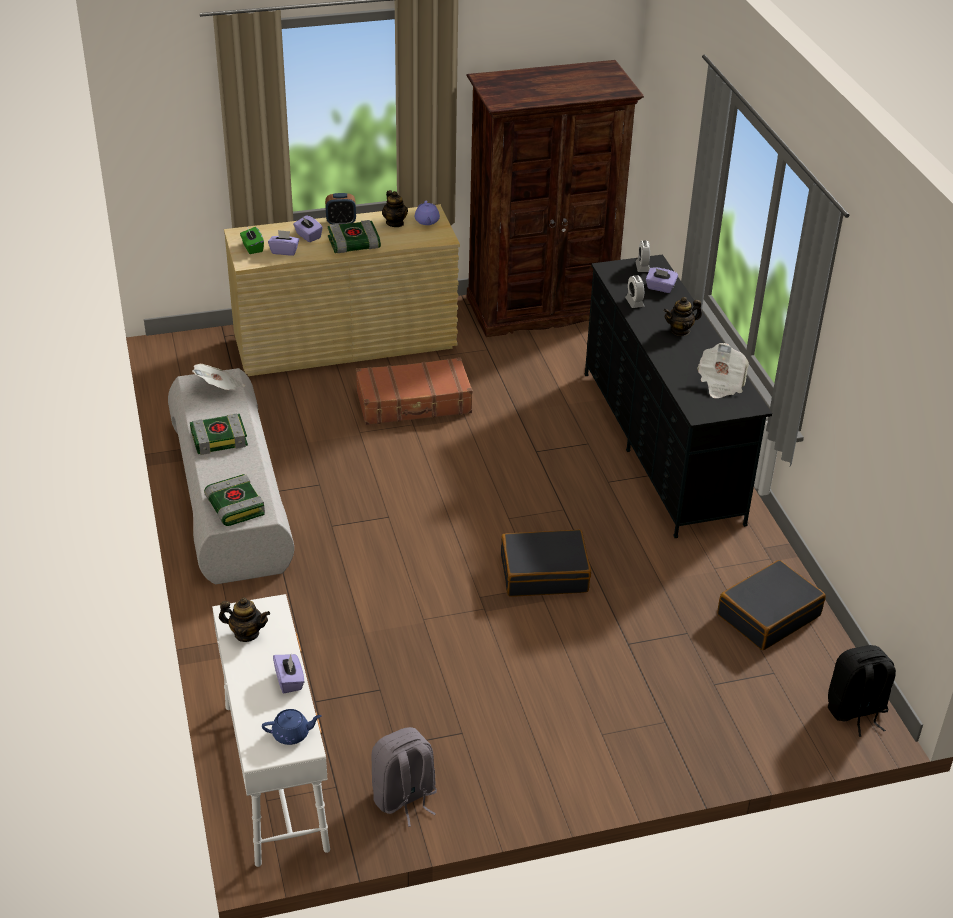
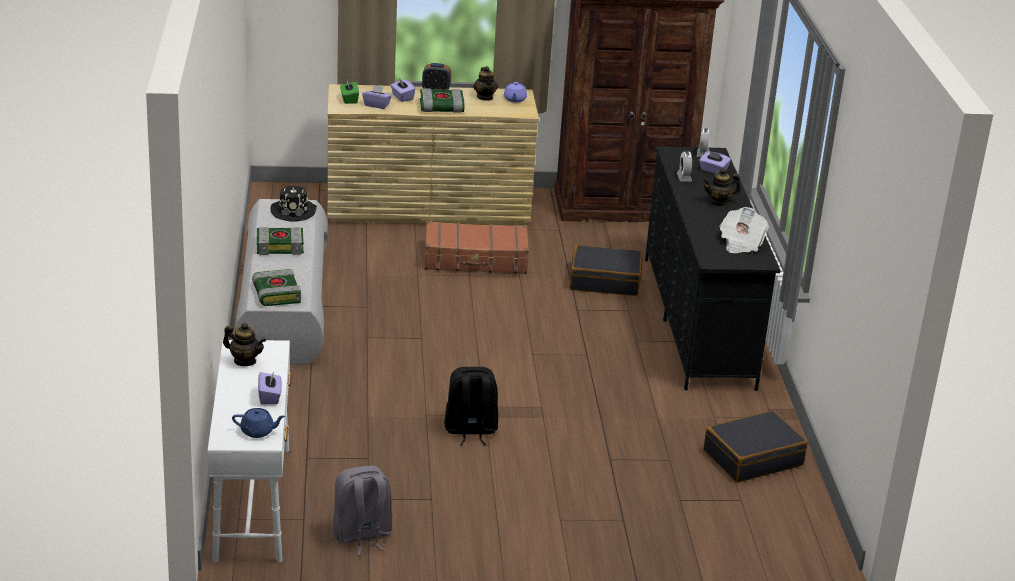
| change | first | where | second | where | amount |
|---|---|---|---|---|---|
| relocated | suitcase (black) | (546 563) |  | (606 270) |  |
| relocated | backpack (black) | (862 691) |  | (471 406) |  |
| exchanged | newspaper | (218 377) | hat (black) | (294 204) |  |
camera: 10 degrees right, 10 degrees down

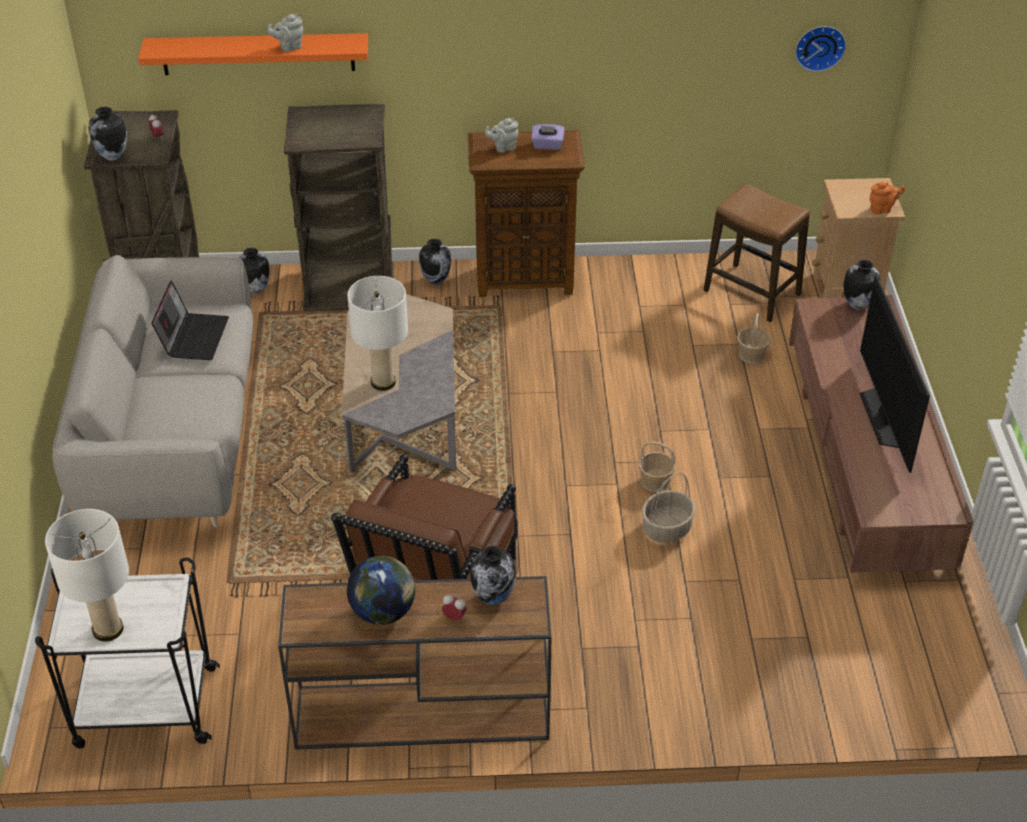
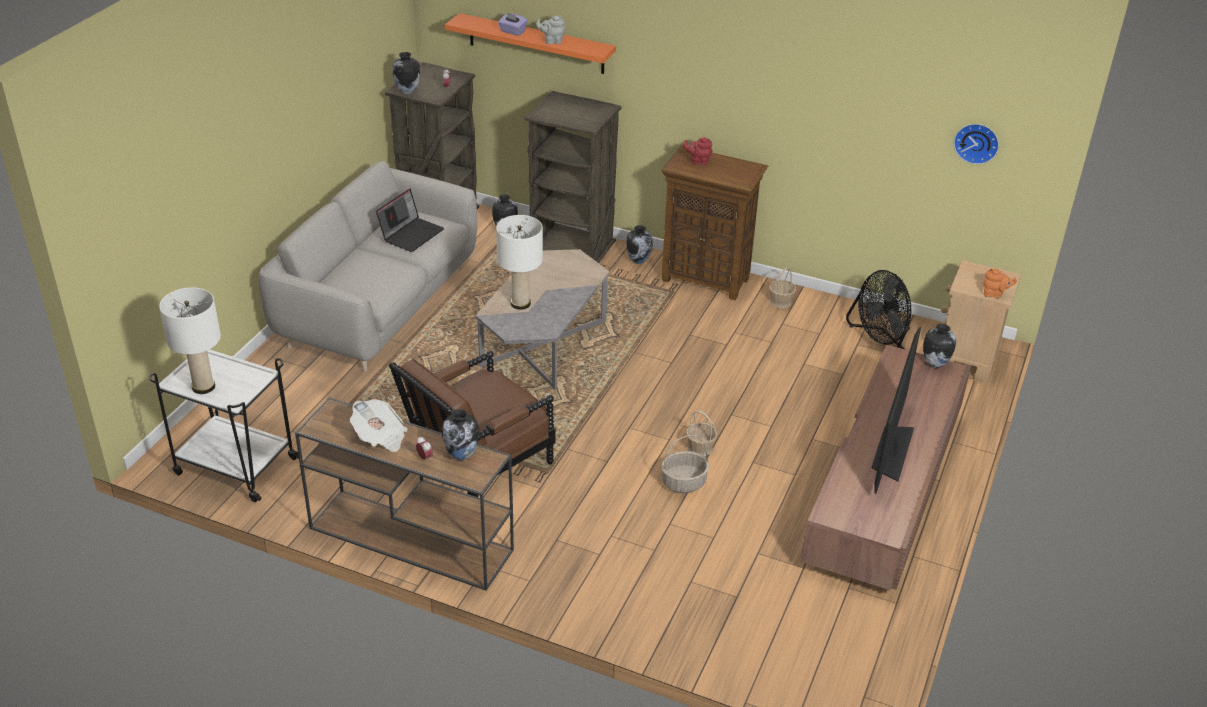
| change | first | where | second | where | amount |
|---|---|---|---|---|---|
| relocated | tissue box (purple) | (548 137) |  | (513 24) |  |
| relocated | basket | (754 338) |  | (782 287) |  |
| exchanged | globe | (381 590) | newspaper | (378 425) |  |
| exchanged | stool | (757 252) | fan (black) | (878 309) |  |
| colour | teapot (grey) | (501 135) | teapot (red) | (697 151) |  |
camera: 25 degrees right, 5 degrees down

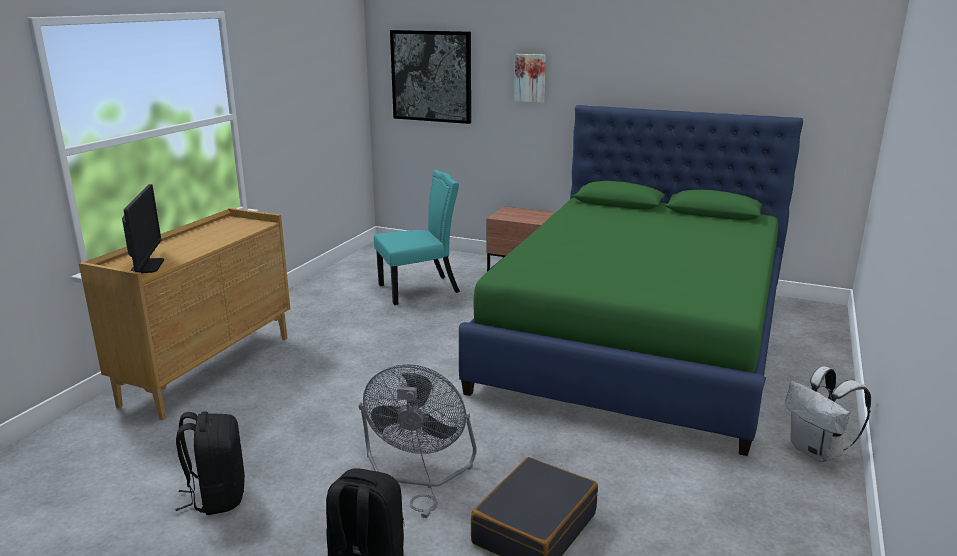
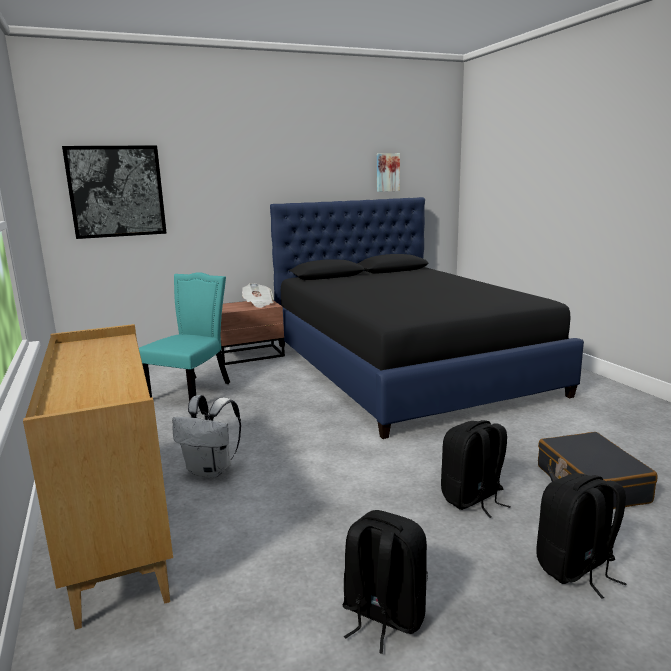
| change | first | where | second | where | amount |
|---|---|---|---|---|---|
| missing | monitor | (143 228) |  |  |  |
| appeared |  |  | newspaper | (258 295) |  |
| relocated | picture | (530 78) |  | (388 172) |  |
| relocated | backpack (white) | (828 414) |  | (206 436) |  |
| exchanged | fan (grey) | (418 441) | backpack (black) | (476 469) |  |
| colour | bed (green) | (631 280) | bed (black) | (427 318) |  |
camera: 45 degrees left, 5 degrees down

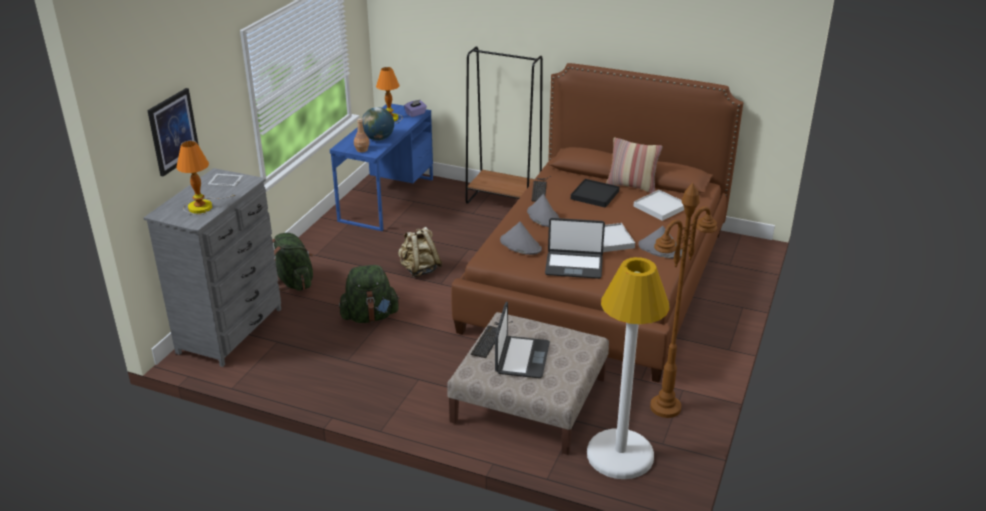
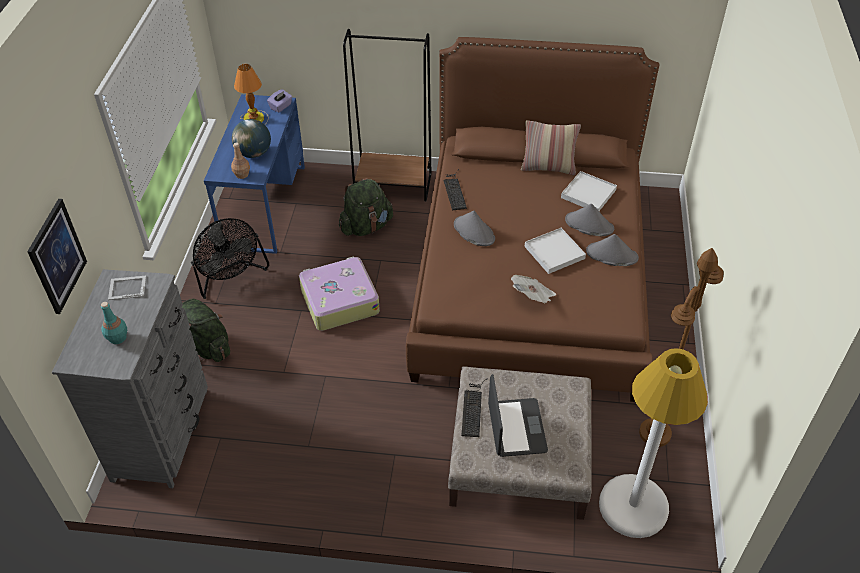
| change | first | where | second | where | amount |
|---|---|---|---|---|---|
| missing | tray (black) | (595 193) |  |  |  |
| appeared |  |  | fan (black) | (230 258) |  |
| relocated | backpack (green) | (369 294) |  | (366 207) |  |
| relocated | hat (grey) | (521 238) |  | (589 220) |  |
| exchanged | table lamp | (206 178) | bottle (turquoise) | (114 323) |  |
| exchanged | backpack (beige) | (420 252) | suitcase | (339 294) |  |
| exchanged | laptop | (575 248) | newspaper | (533 289) |  |
camera: 15 degrees left, 15 degrees up

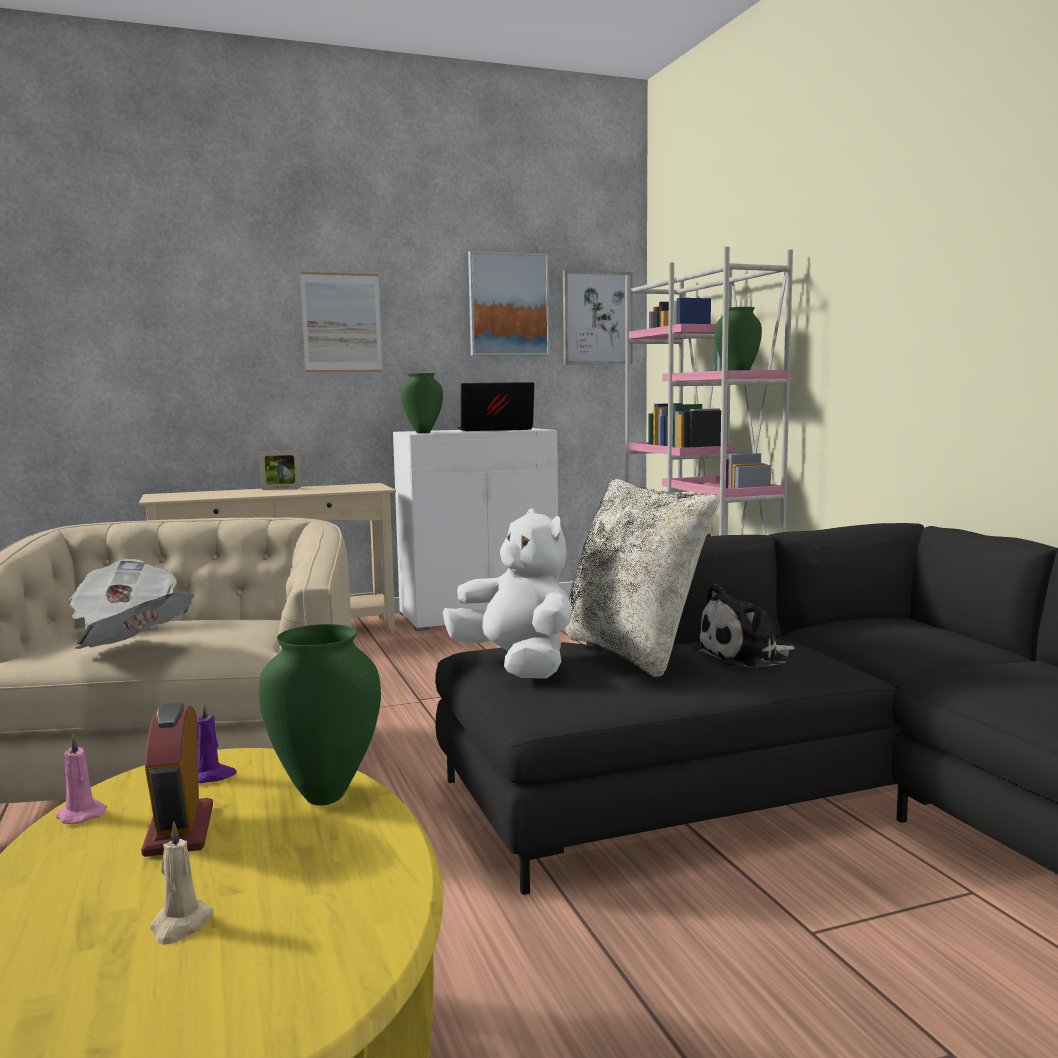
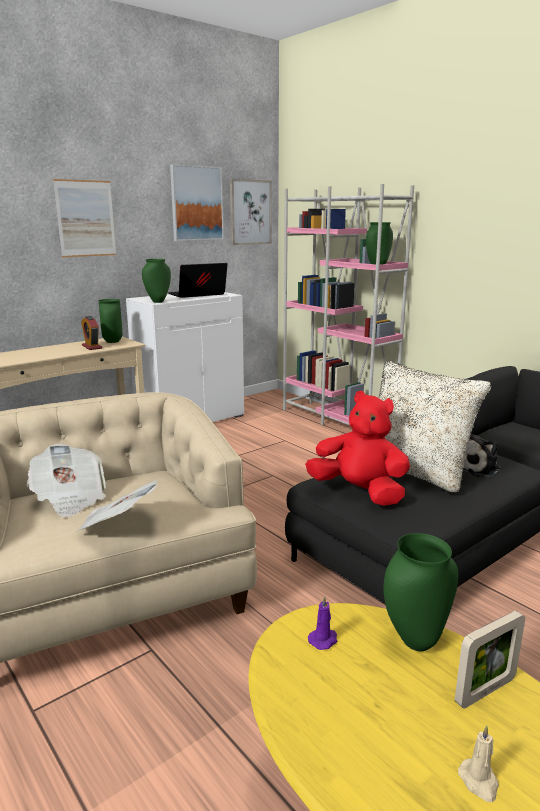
| change | first | where | second | where | amount |
|---|---|---|---|---|---|
| missing | candle (pink) | (81 779) |  |  |  |
| appeared |  |  | vase (green) | (111 321) |  |
| relocated | alarm clock | (177 779) |  | (91 333) |  |
| relocated | picture frame | (280 469) |  | (490 659) |  |
| colour | plush toy (white) | (507 593) | plush toy (red) | (357 448) |  |
camera: 20 degrees left, 10 degrees up

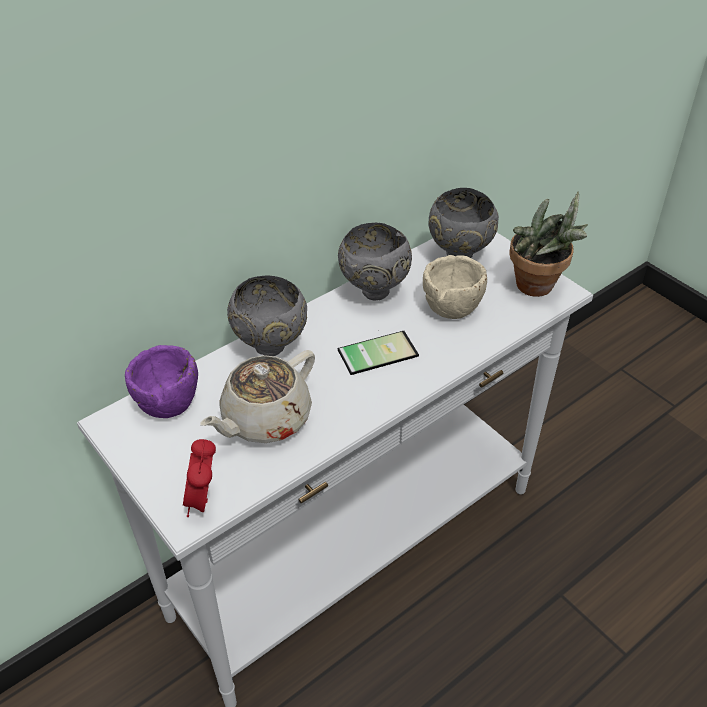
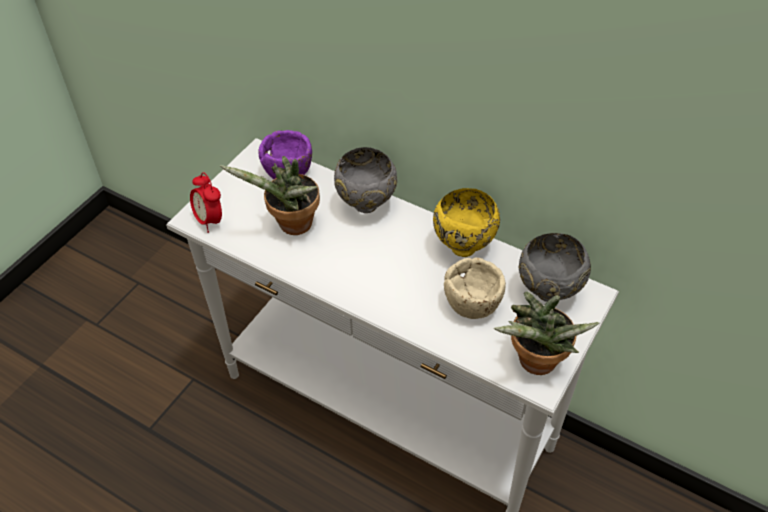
| change | first | where | second | where | amount |
|---|---|---|---|---|---|
| missing | phone | (378 353) |  |  |  |
| exchanged | teapot (beige) | (258 396) | potted plant | (270 195) |  |
| colour | bowl (grey) | (375 262) | bowl (yellow) | (466 222) |  |
| spun | alarm clock | (199 478) |  | (206 202) | 105 degrees counterclockwise |
camera: 70 degrees right, 5 degrees up

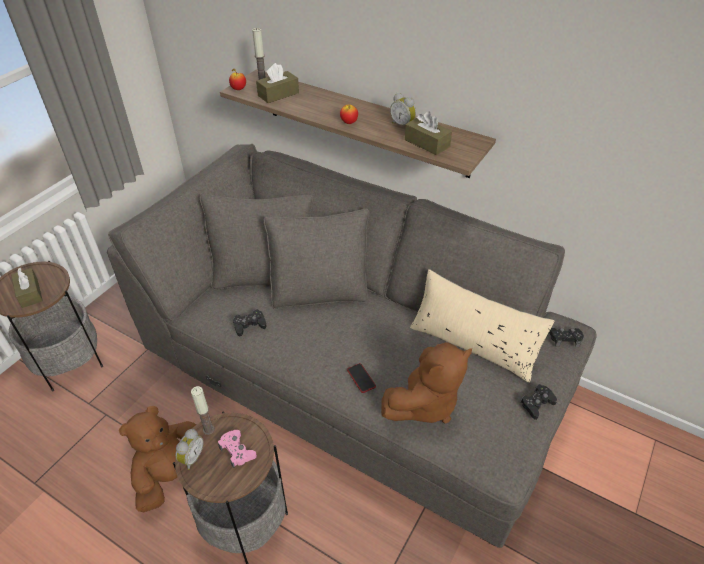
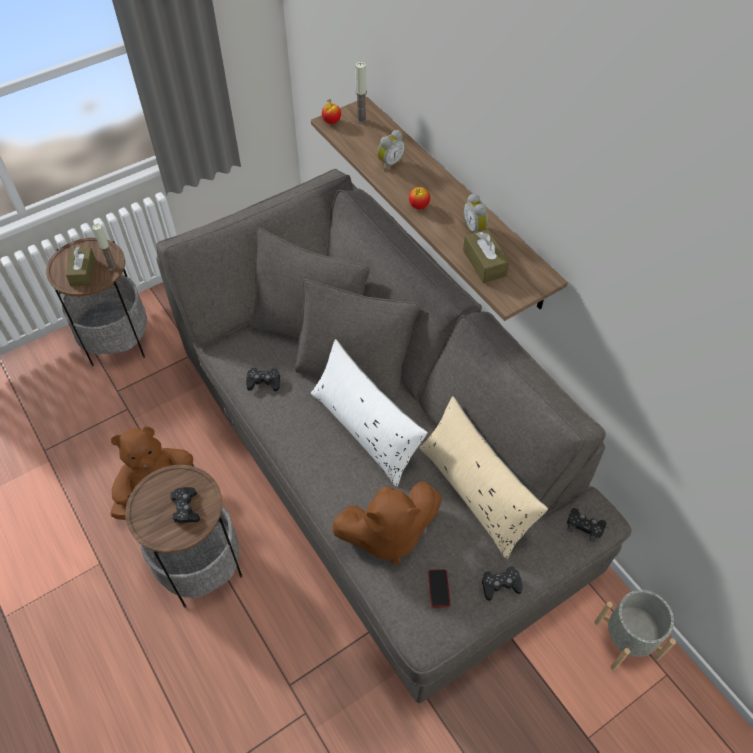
| change | first | where | second | where | amount |
|---|---|---|---|---|---|
| missing | tissue box (brown) | (277 83) |  |  |  |
| appeared |  |  | pillow (white) | (369 413) |  |
| appeared |  |  | planter (grey) | (635 630) |  |
| relocated | alarm clock | (190 449) |  | (391 150) |  |
| relocated | candle | (203 410) |  | (104 247) |  |
| relocated | phone | (361 378) |  | (439 588) |  |
| colour | game controller (pink) | (237 449) | game controller (black) | (185 505) |  |
camera: 25 degrees right, 10 degrees up

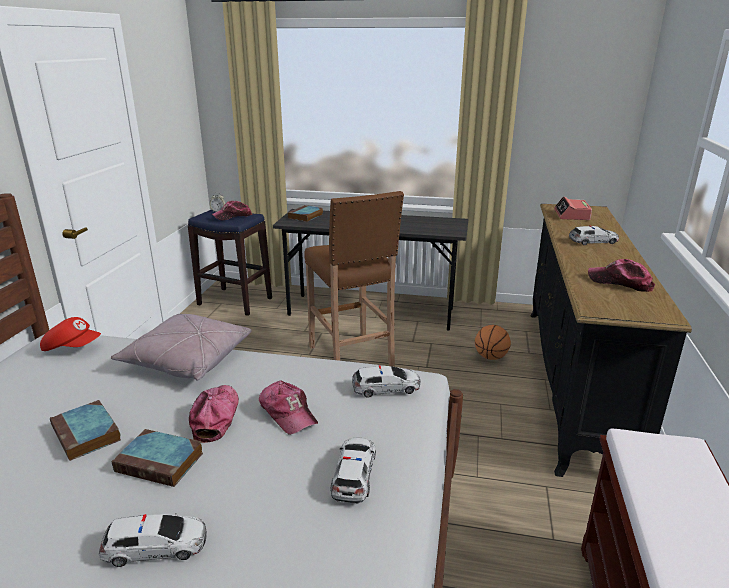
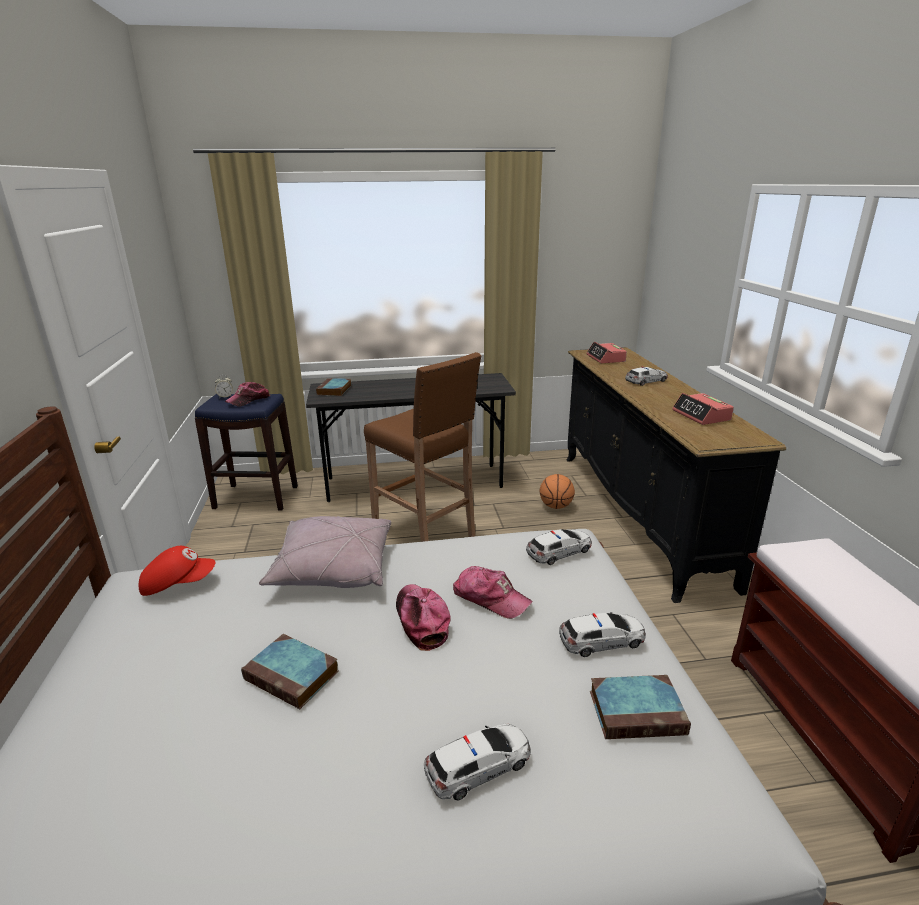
| change | first | where | second | where | amount |
|---|---|---|---|---|---|
| relocated | book | (157 458) |  | (640 707) |  |
| exchanged | cap | (621 275) | alarm clock | (703 409) |  |
| spun | toy car | (353 470) |  | (602 634) | 90 degrees clockwise |
camera: 20 degrees left, 0 degrees up

